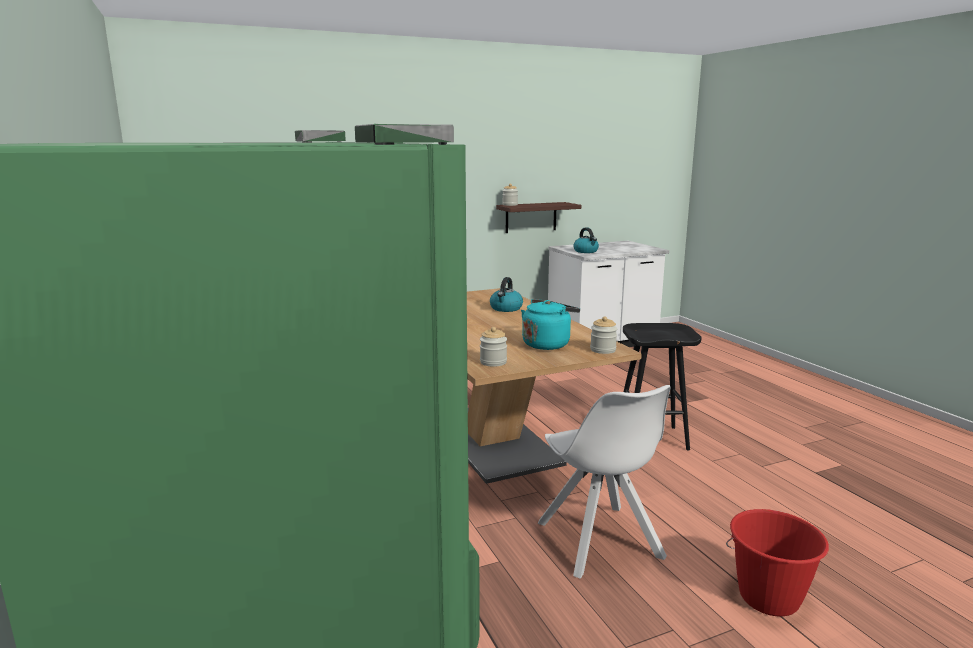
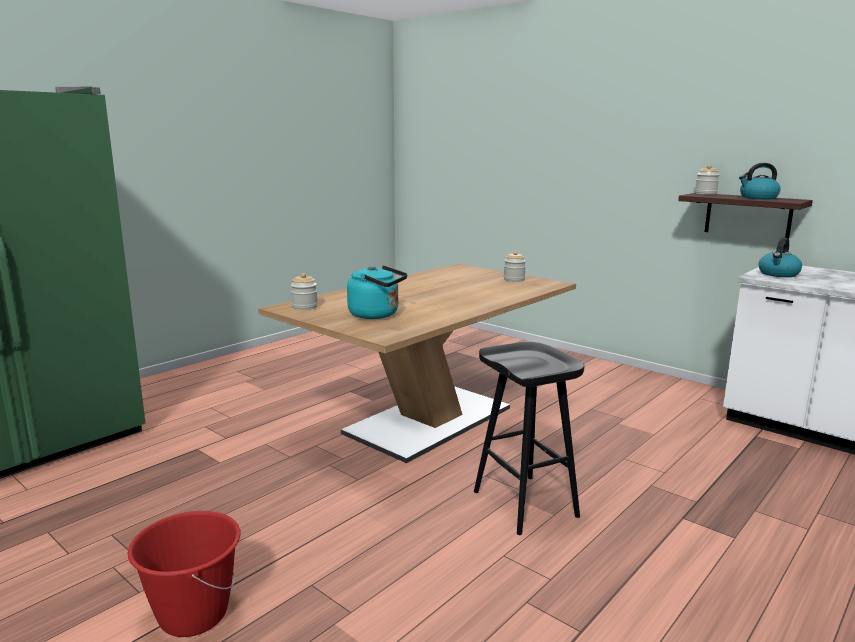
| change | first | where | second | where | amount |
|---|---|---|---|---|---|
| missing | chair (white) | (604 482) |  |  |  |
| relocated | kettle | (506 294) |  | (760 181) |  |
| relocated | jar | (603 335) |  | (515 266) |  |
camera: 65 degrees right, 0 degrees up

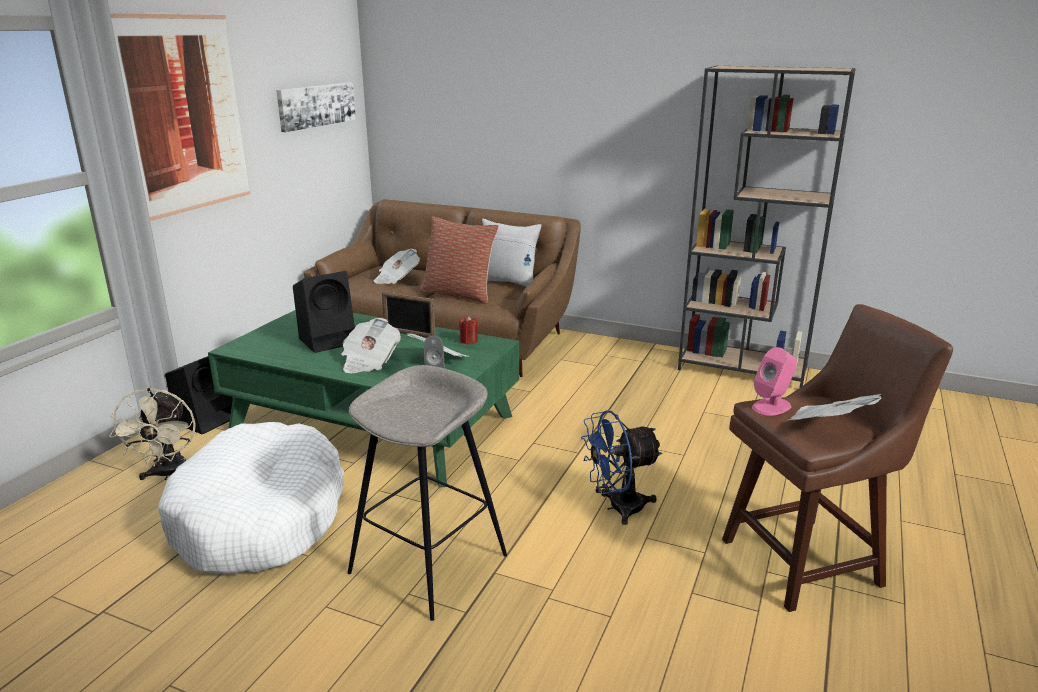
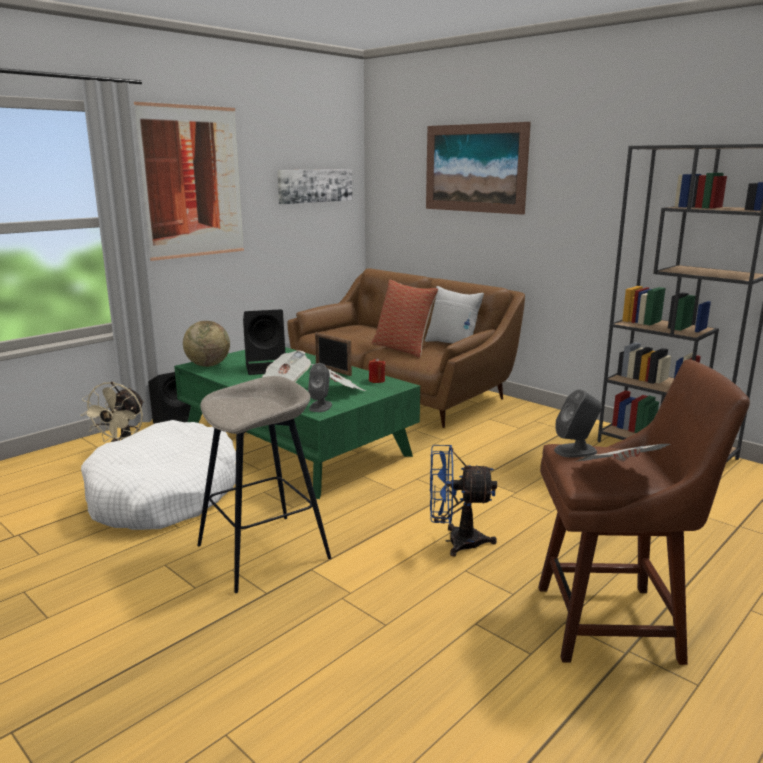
| change | first | where | second | where | amount |
|---|---|---|---|---|---|
| missing | newspaper | (396 266) |  |  |  |
| appeared |  |  | globe | (206 344) |  |
| appeared |  |  | picture | (478 168) |  |
| colour | speaker (pink) | (774 381) | speaker (grey) | (578 423) |  |
camera: 20 degrees right, 5 degrees down

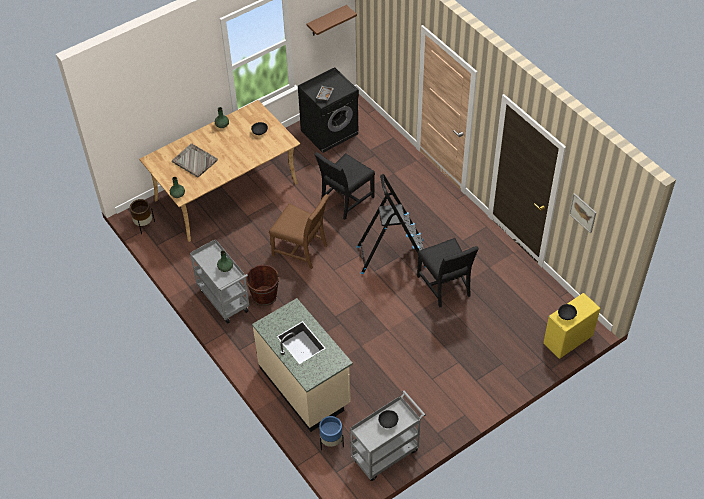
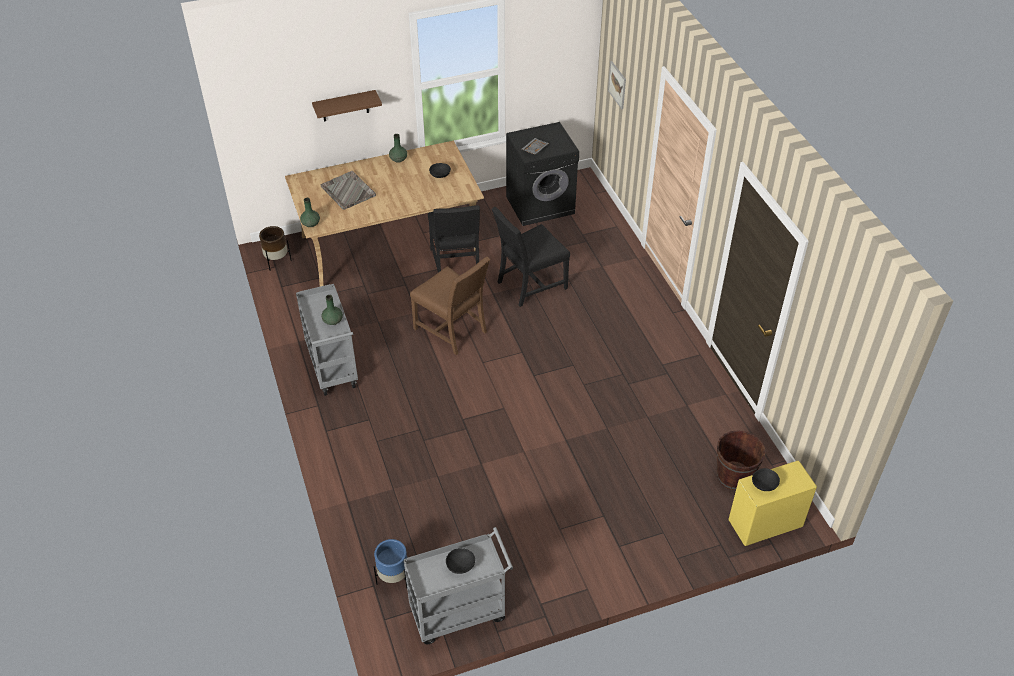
| change | first | where | second | where | amount |
|---|---|---|---|---|---|
| missing | counter (beige) | (302 365) |  |  |  |
| missing | step ladder (black) | (391 224) |  |  |  |
| relocated | bucket (brown) | (262 285) |  | (741 460) |  |
| relocated | shelf (brown) | (331 20) |  | (347 106) |  |
| relocated | chair (black) | (448 272) |  | (454 239) |  |
| relocated | picture | (582 213) |  | (617 85) |  |
camera: 15 degrees right, 5 degrees down

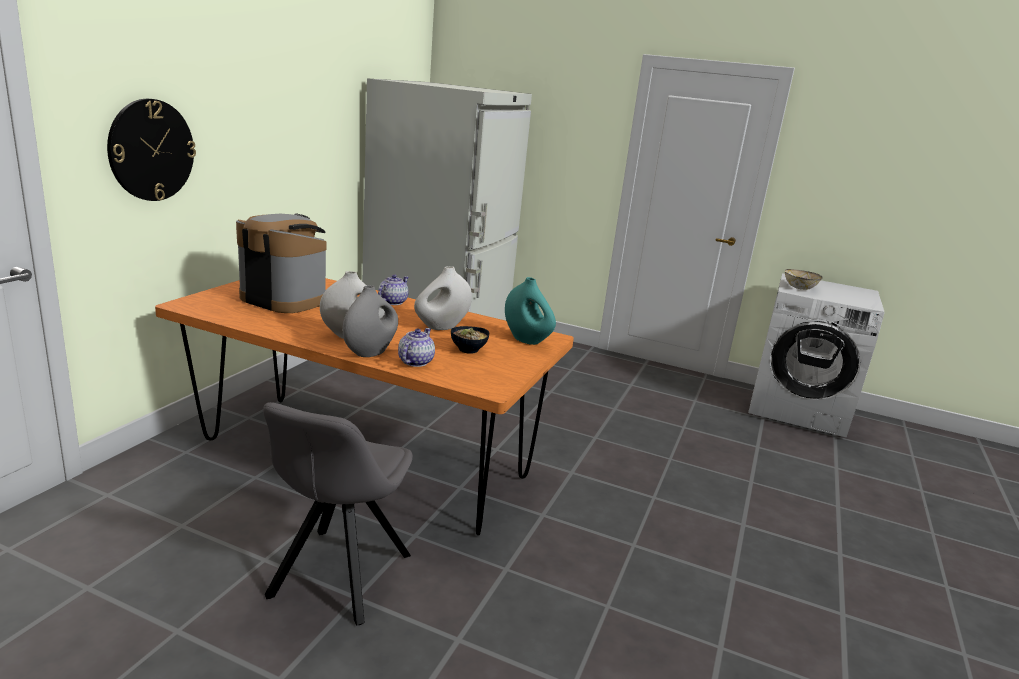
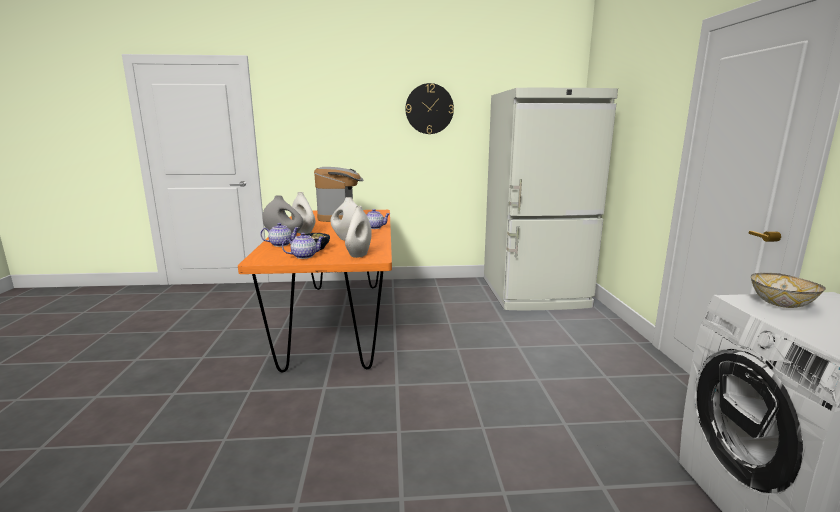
| change | first | where | second | where | amount |
|---|---|---|---|---|---|
| missing | chair (grey) | (338 514) |  |  |  |
| appeared |  |  | teapot | (303 246) |  |
| relocated | wall clock | (151 150) |  | (429 108) |  |
| colour | vase (turquoise) | (530 311) | vase (white) | (358 232) |  |
camera: 65 degrees right, 5 degrees down

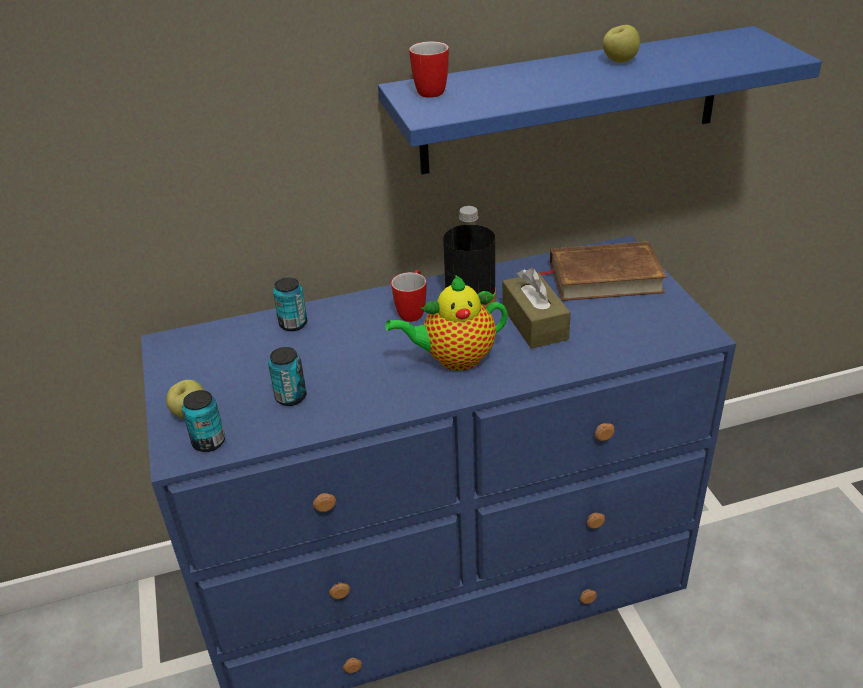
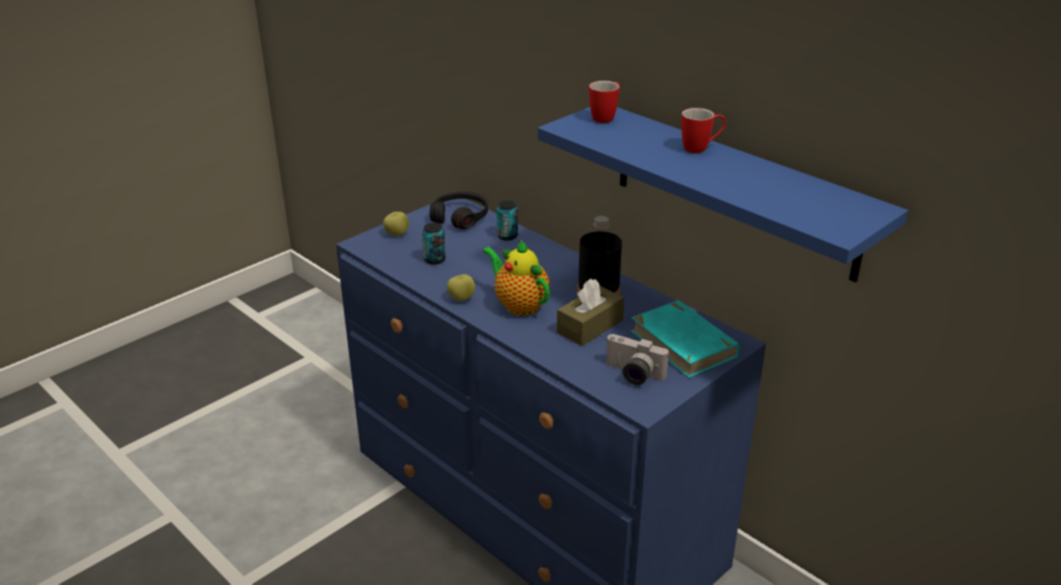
| change | first | where | second | where | amount |
|---|---|---|---|---|---|
| missing | can | (203 421) |  |  |  |
| appeared |  |  | headphones (black) | (459 210) |  |
| appeared |  |  | photo camera | (637 359) |  |
| relocated | mug | (408 296) |  | (703 130) |  |
| relocated | apple | (621 44) |  | (461 287) |  |
| colour | book (brown) | (603 271) | book (turquoise) | (685 339) |  |
camera: 60 degrees right, 5 degrees down

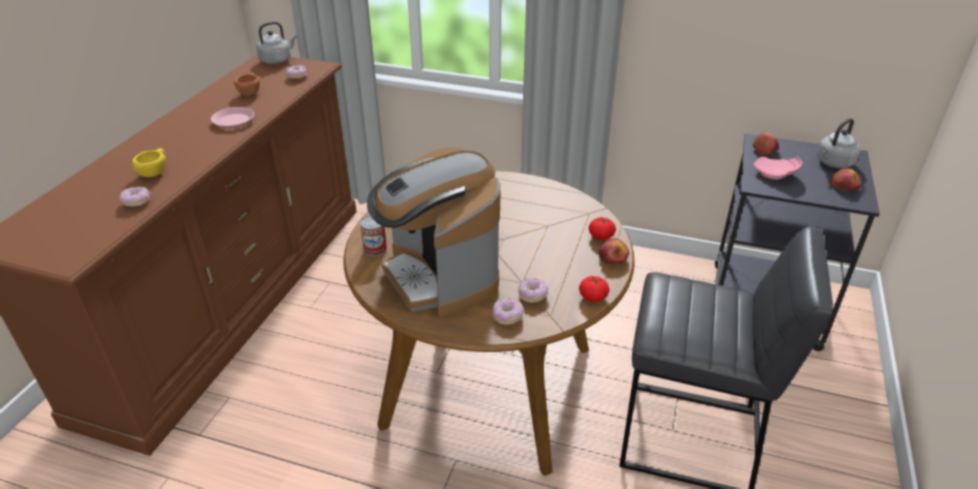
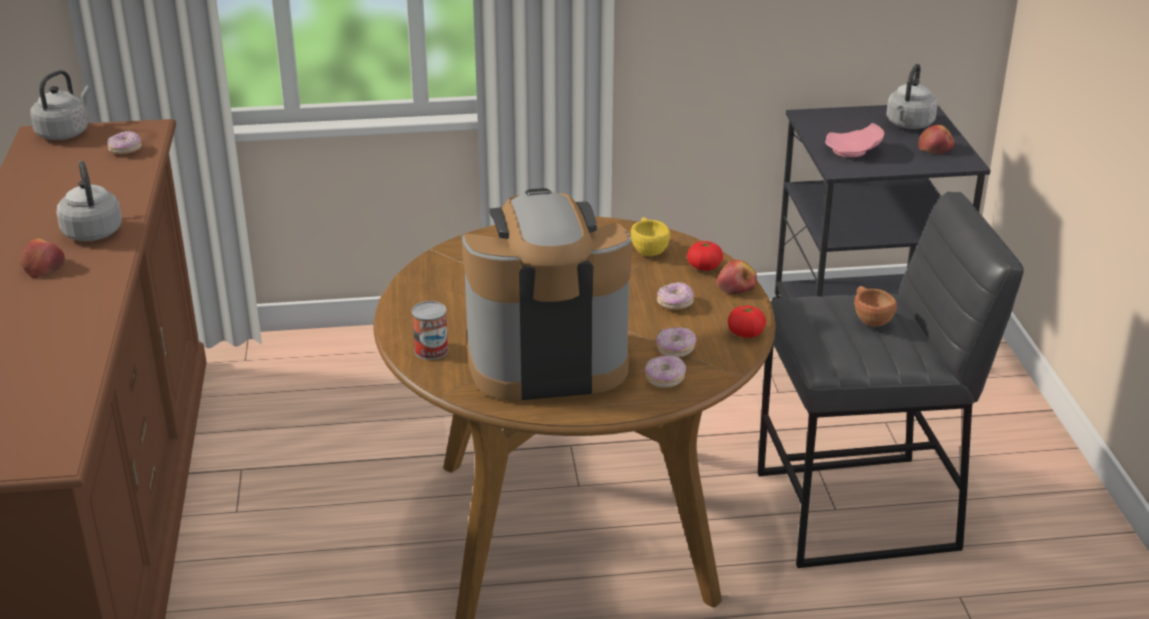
| change | first | where | second | where | amount |
|---|---|---|---|---|---|
| relocated | donut | (134 197) |  | (675 296) |  |
| relocated | cup (yellow) | (149 162) |  | (650 236) |  |
| relocated | cup (brown) | (247 84) |  | (875 306) |  |
| relocated | apple | (765 144) |  | (42 258) |  |
| exchanged | plate (pink) | (232 118) | kettle (grey) | (89 201) |  |
| spun | coffee machine | (433 232) |  | (547 294) | 135 degrees clockwise |
camera: 25 degrees left, 5 degrees down

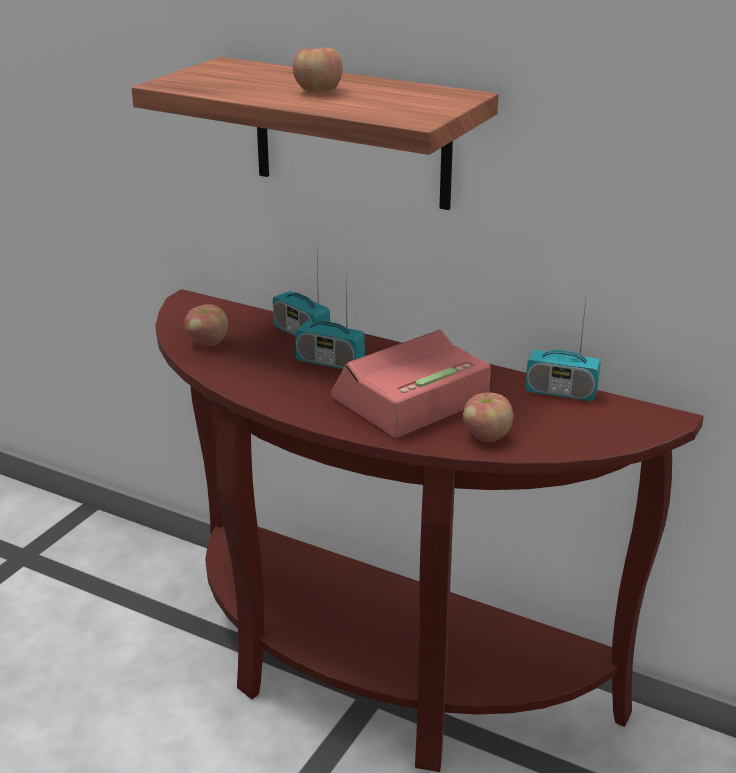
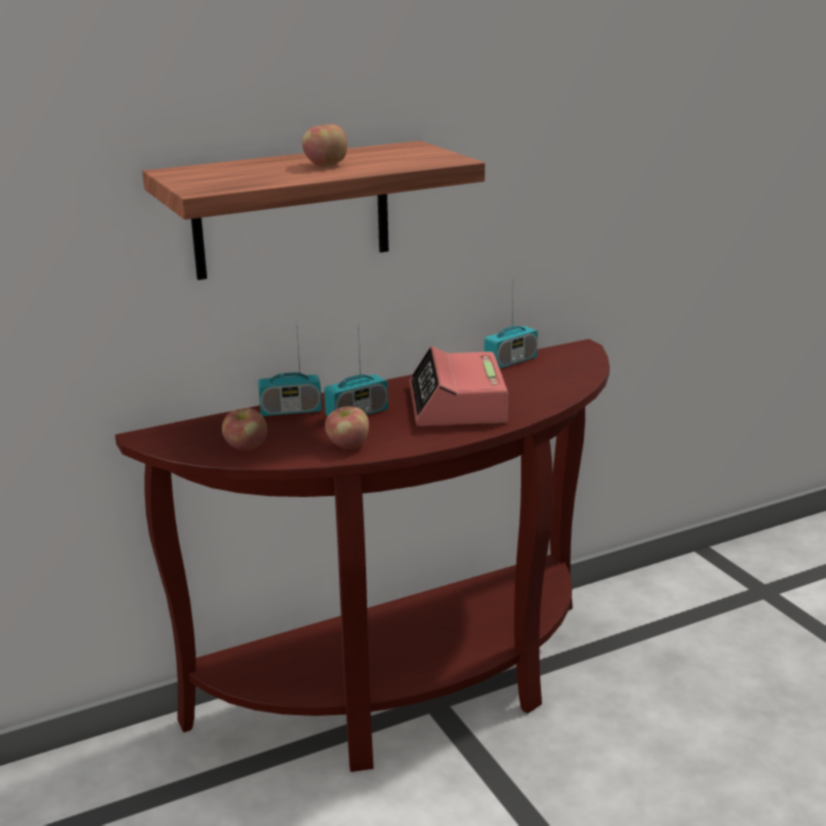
| change | first | where | second | where | amount |
|---|---|---|---|---|---|
| relocated | apple | (488 417) |  | (347 427) |  |
camera: 55 degrees left, 5 degrees down

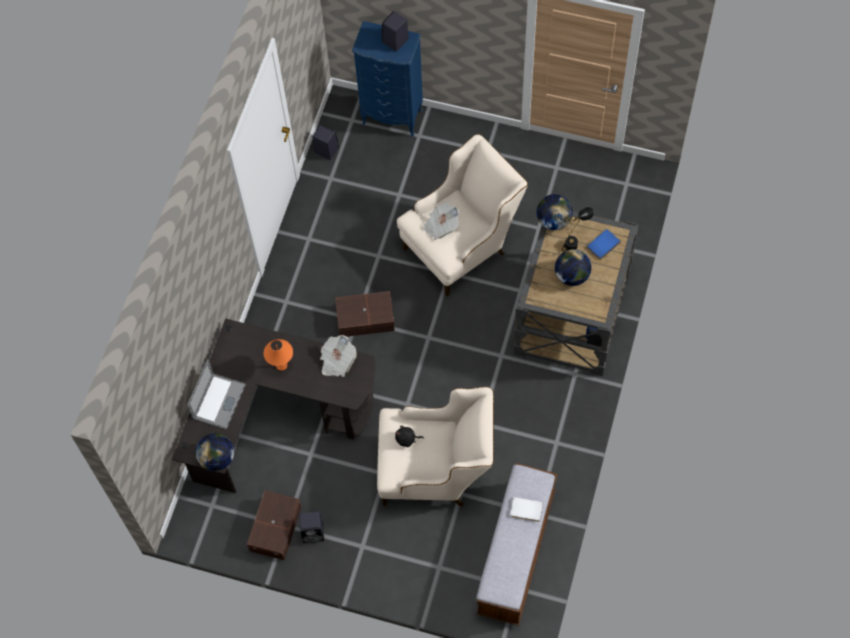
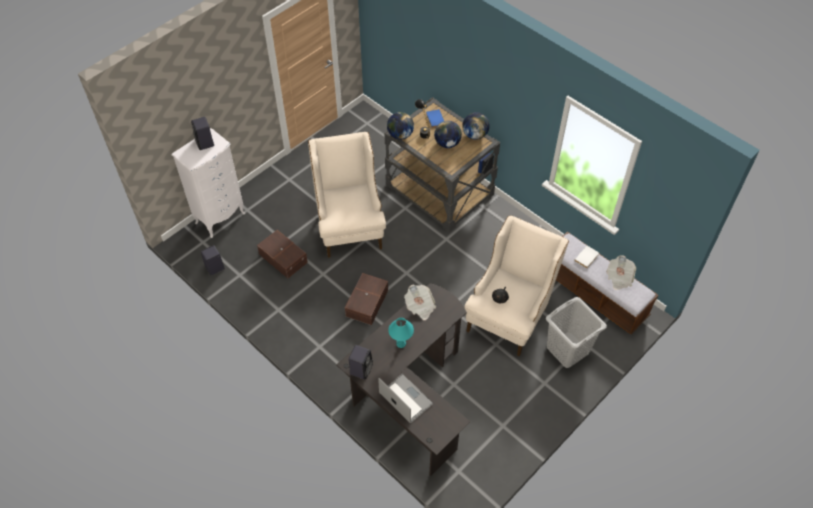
| change | first | where | second | where | amount |
|---|---|---|---|---|---|
| appeared |  |  | laundry basket (grey) | (576 332) |  |
| relocated | globe | (215 452) |  | (476 126) |  |
| relocated | storage box (brown) | (274 525) |  | (282 254) |  |
| relocated | speaker (black) | (311 527) |  | (361 362) |  |
| relocated | newspaper | (441 221) |  | (621 272) |  |
| colour | table lamp (orange) | (278 355) | table lamp (turquoise) | (401 333) |  |
| colour | dresser (blue) | (387 79) | dresser (white) | (208 183) |  |
camera: 65 degrees left, 10 degrees down

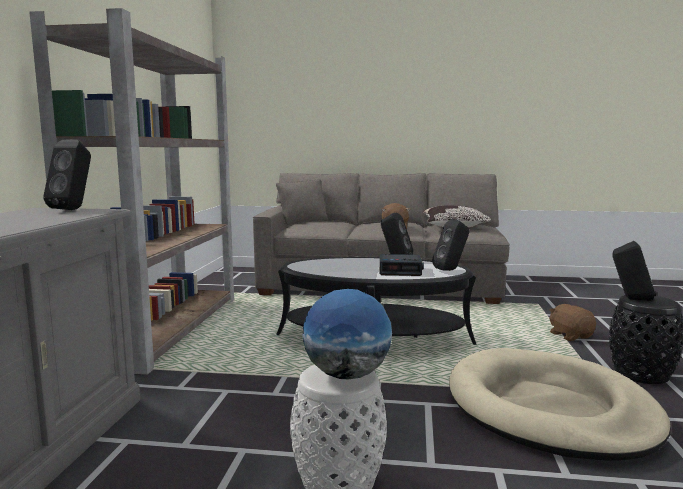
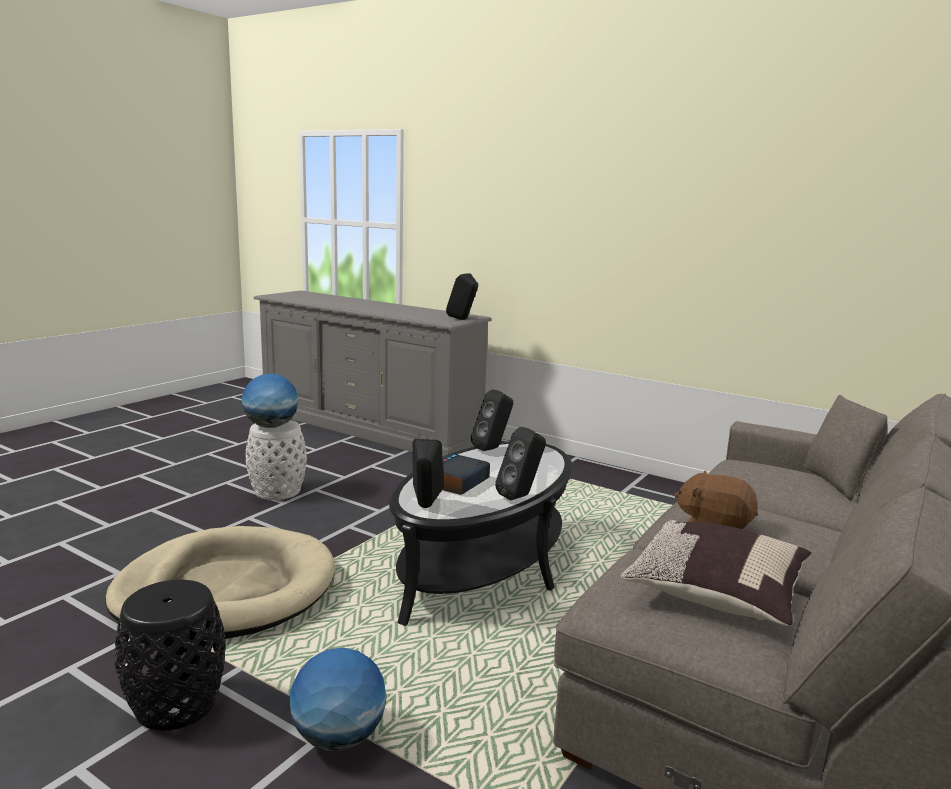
| change | first | where | second | where | amount |
|---|---|---|---|---|---|
| missing | bookcase (brown) | (131 191) |  |  |  |
| relocated | speaker (black) | (634 271) |  | (492 420) |  |
| exchanged | plush toy (brown) | (572 322) | globe | (338 699) |  |
camera: 115 degrees right, 5 degrees up

